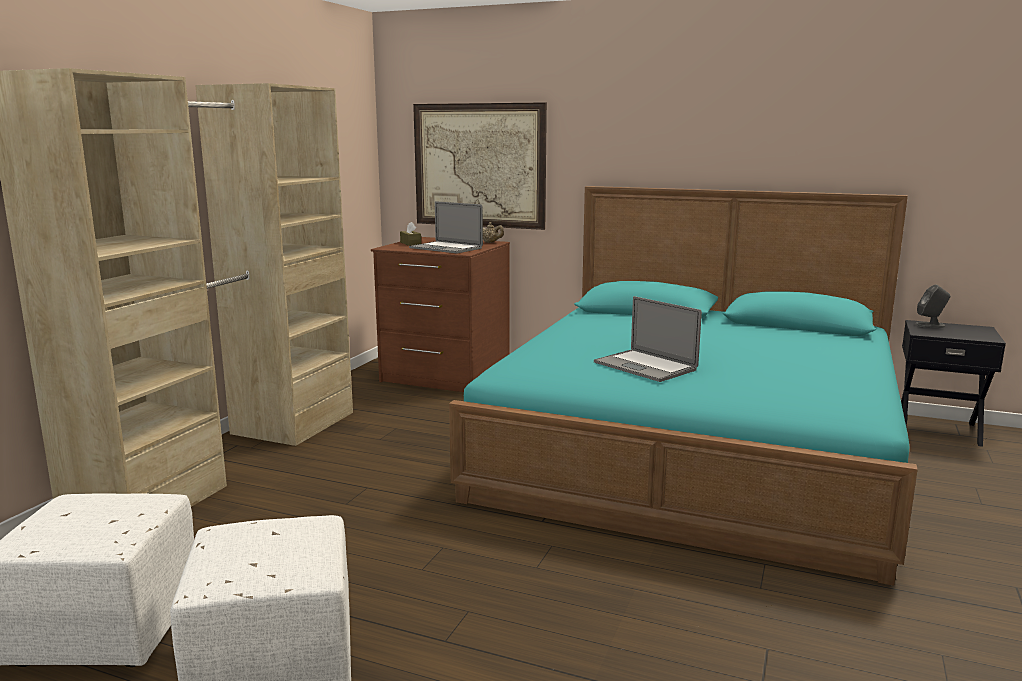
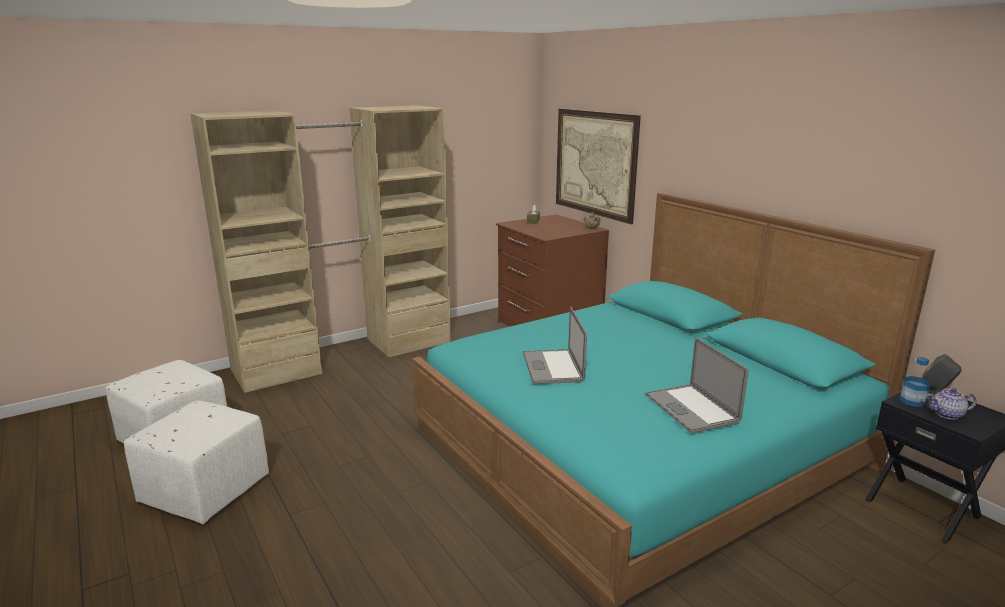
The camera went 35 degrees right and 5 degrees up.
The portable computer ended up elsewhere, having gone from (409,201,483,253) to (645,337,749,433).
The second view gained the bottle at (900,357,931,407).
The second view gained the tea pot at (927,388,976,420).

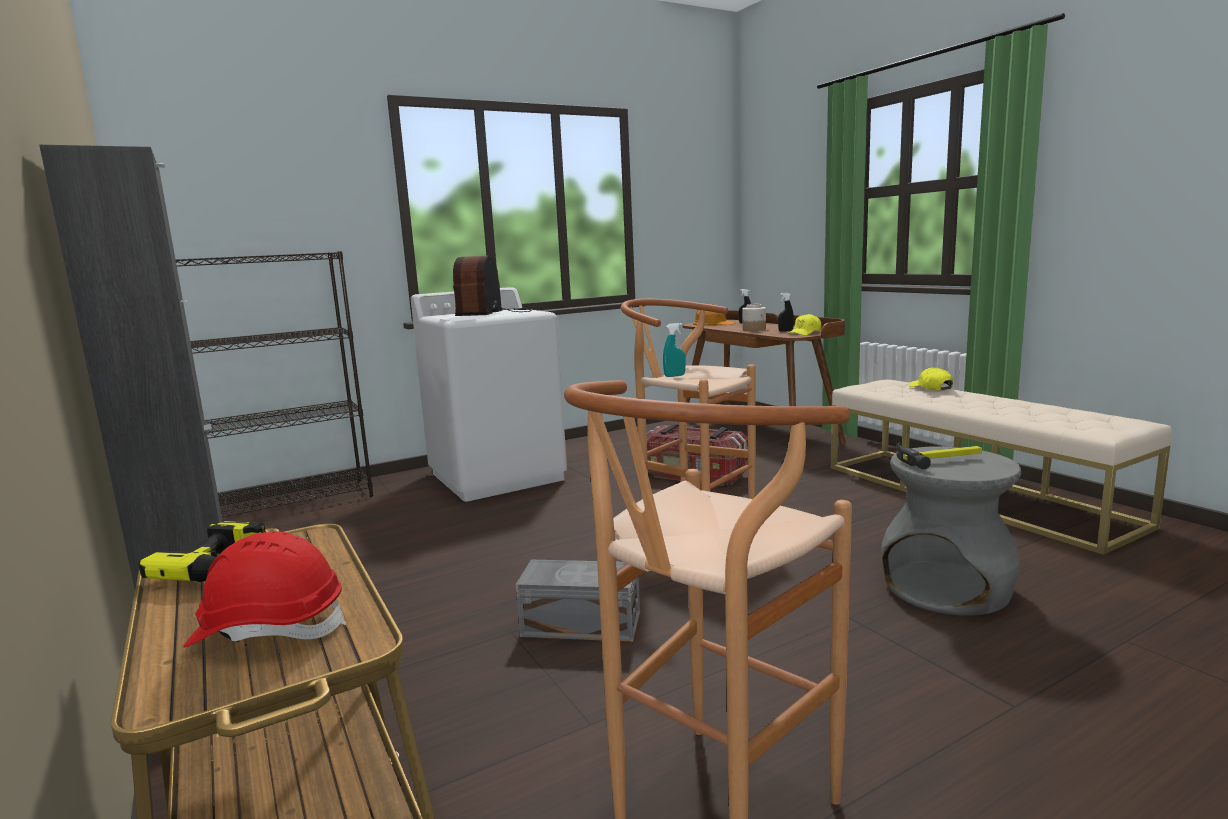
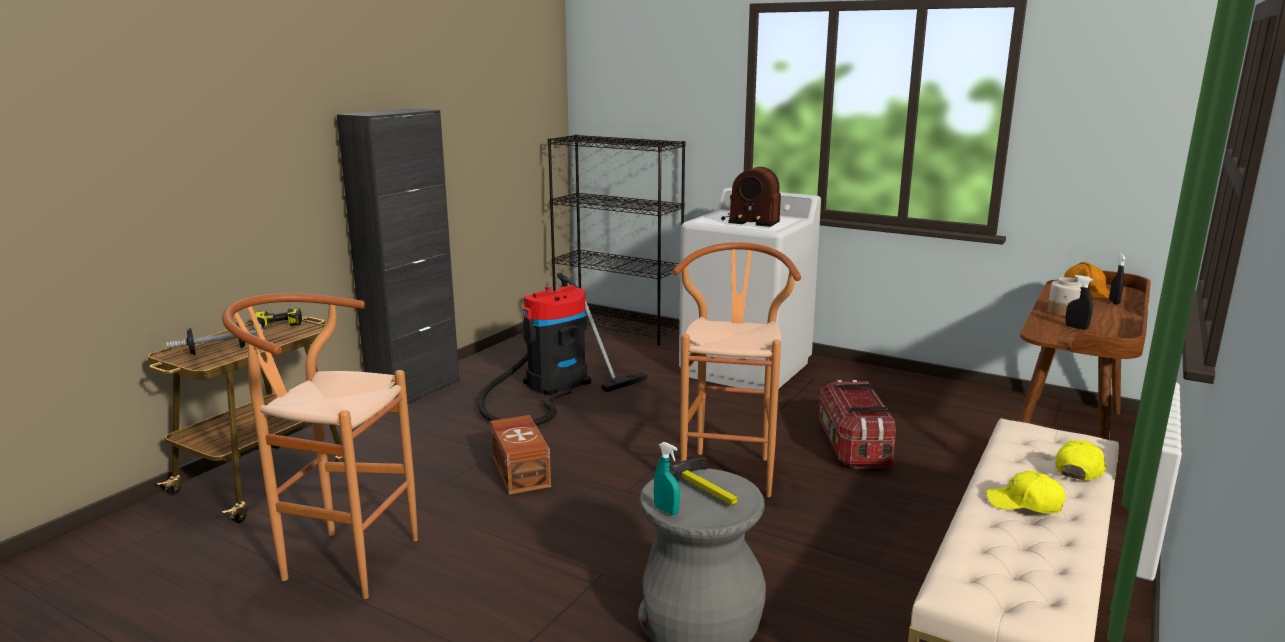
The camera went 60 degrees right and 5 degrees up.
Where the red hard hat stood at (183,531,347,647), the free weight came to stand at (166,323,264,355).
The radio set at (453,256,532,316) ended up facing another way, 135 degrees counterclockwise from before.
What was the grey storage bin at (516,560,640,642) turned into the brown storage bin at (490,415,551,494).
The turquoise sprayer ended up elsewhere, having gone from (663,323,686,377) to (654,442,680,515).
The yellowish peaked cap ended up elsewhere, having gone from (788,314,821,336) to (986,471,1065,514).
The second view gained the vacuum cleaner at (478,273,647,425).

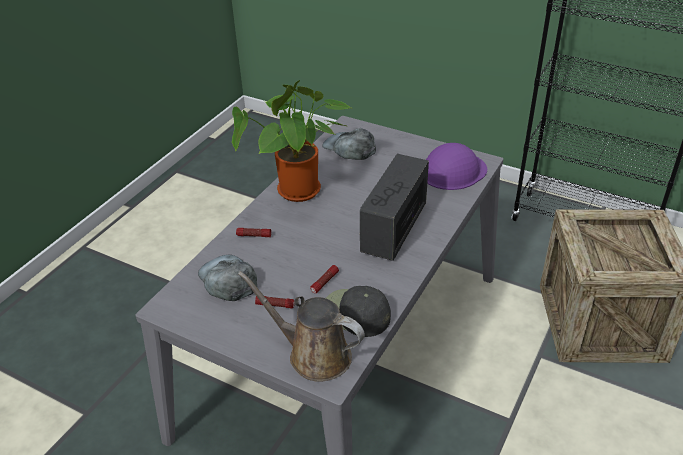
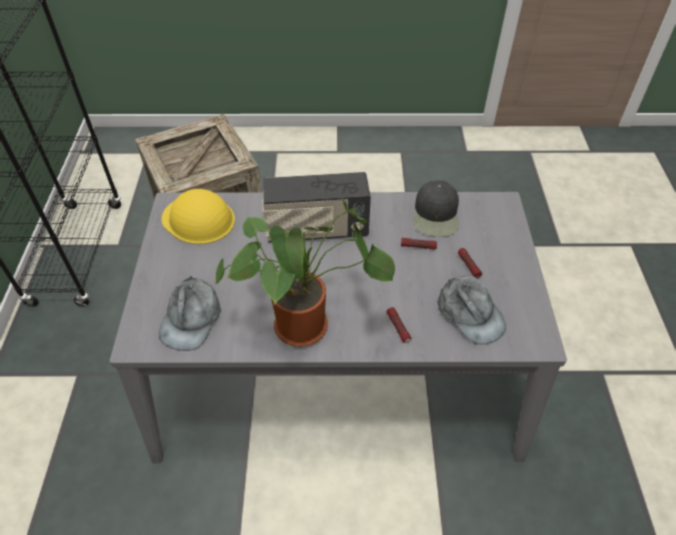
The camera went 120 degrees left and 10 degrees up.
The grey peaked cap at (198,255,257,301) ended up facing another way, 60 degrees counterclockwise from before.
The second view lost the brown watering can at (238,271,365,382).
What was the purple-coloured hard hat at (426,143,487,190) turned into the yellowish hard hat at (162,189,235,244).

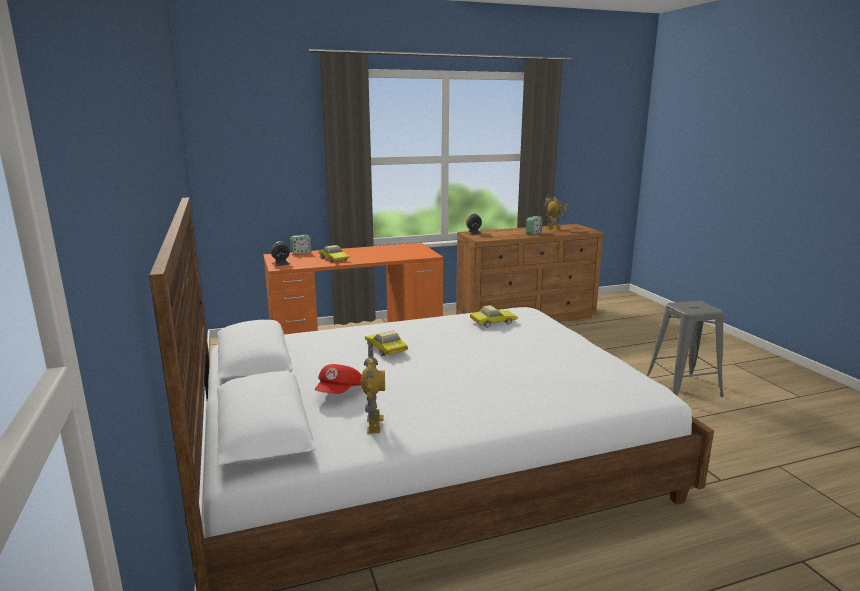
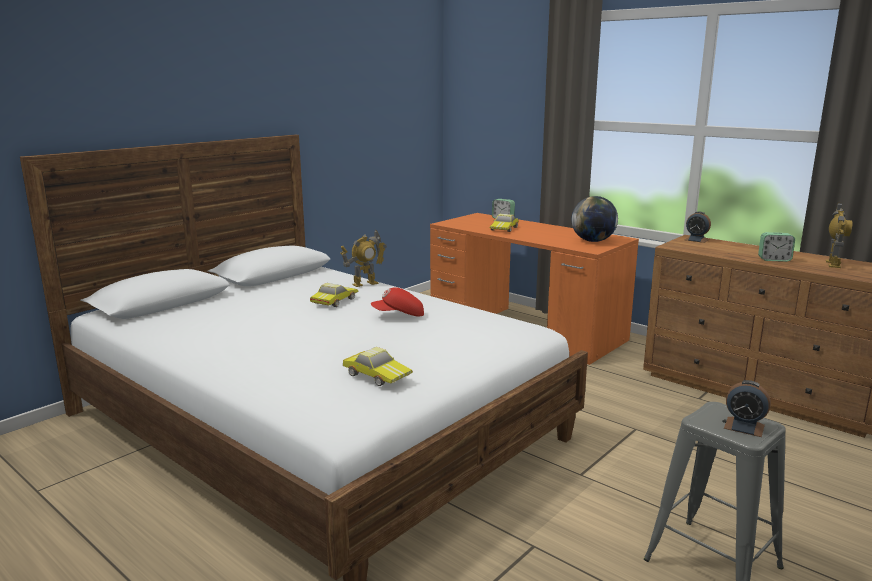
The camera went 60 degrees right and 0 degrees up.
The table clock ended up elsewhere, having gone from (271,241,290,266) to (724,380,771,437).
The red peaked cap ended up elsewhere, having gone from (315,364,361,394) to (371,287,424,317).
The model robot ended up elsewhere, having gone from (361,347,385,434) to (340,230,387,287).
The toy car ended up elsewhere, having gone from (470,305,518,328) to (343,347,413,386).
The second view gained the desk globe at (571,196,618,242).

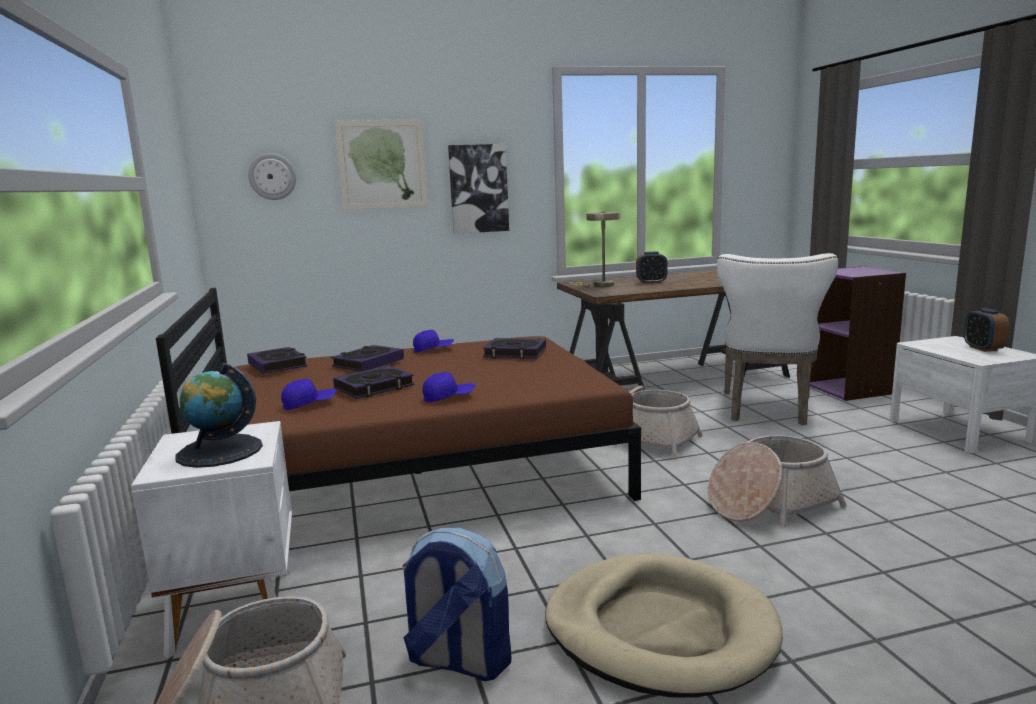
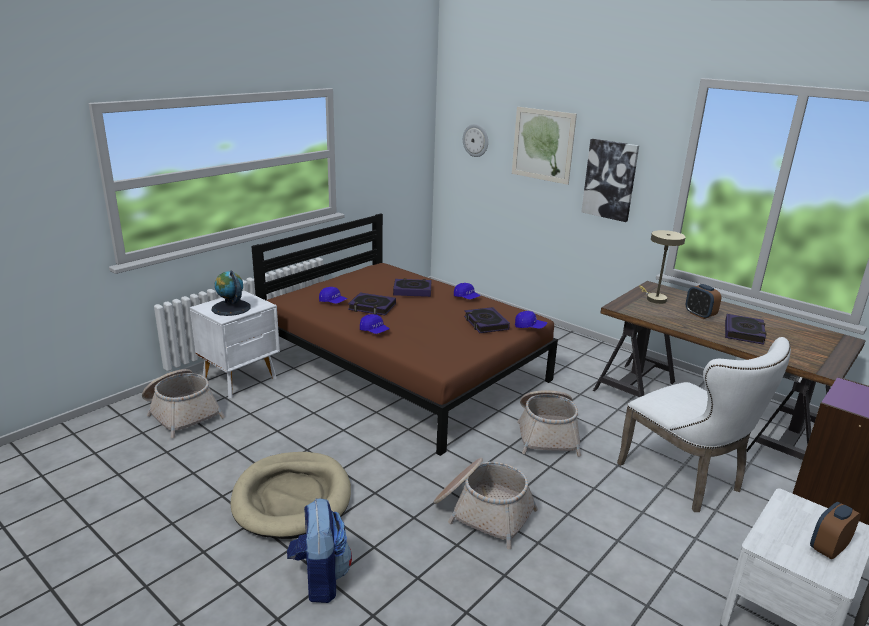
The camera went 55 degrees right and 10 degrees up.
The book ended up elsewhere, having gone from (247,347,308,374) to (725,314,767,345).
The backpack ended up elsewhere, having gone from (403,527,512,681) to (287,499,352,603).
The whitish plain chair at (716,253,838,425) ended up facing another way, 105 degrees counterclockwise from before.
The second view gained the blue-coloured peaked cap at (515,311,547,329).

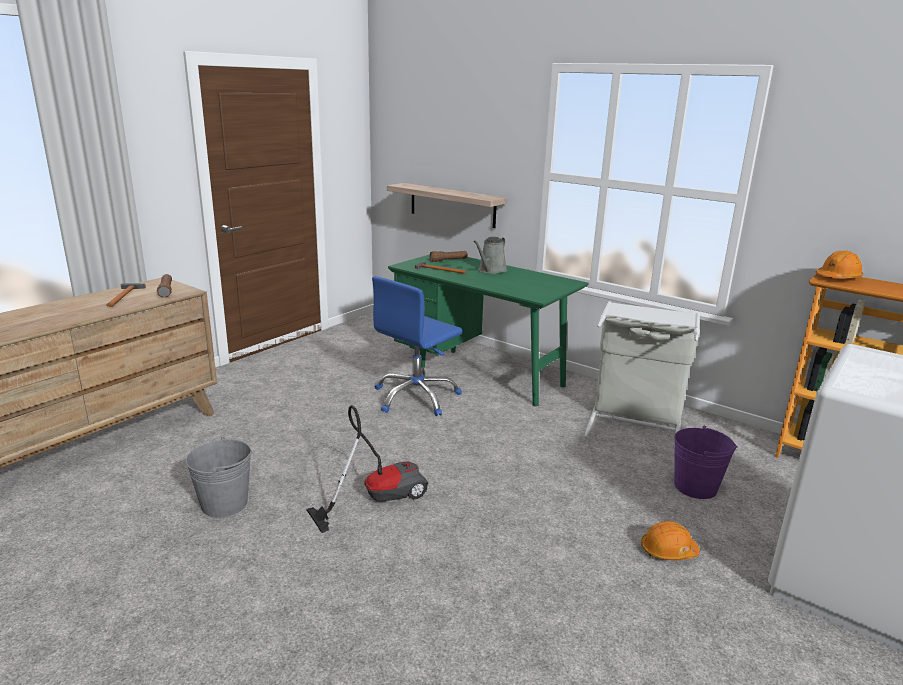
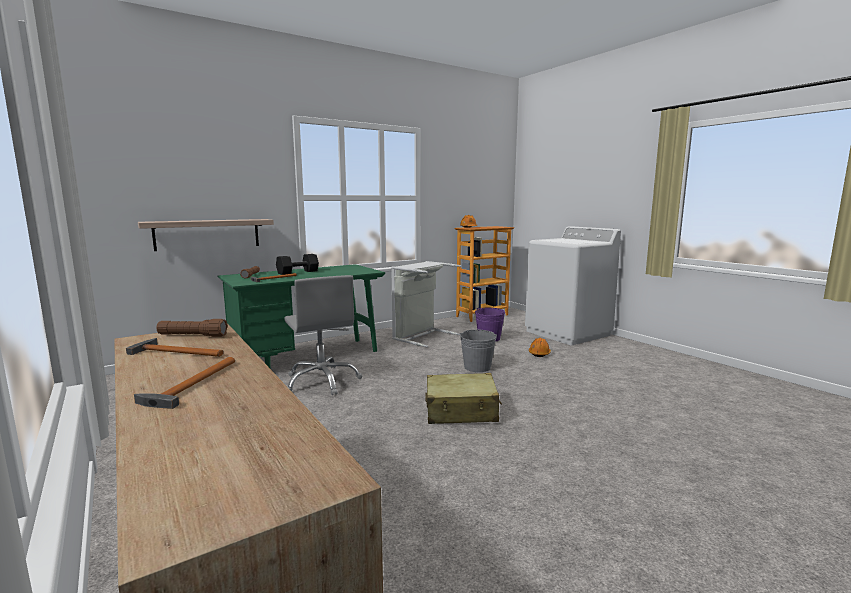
The camera went 70 degrees left and 10 degrees down.
The grey bucket ended up elsewhere, having gone from (186,437,253,517) to (460,329,497,372).
Where the vacuum cleaner stood at (306,405,428,533), the beige-coloured travel case came to stand at (426,373,502,424).
What was the blue-coloured office chair at (372,276,462,416) turned into the grey office chair at (284,275,362,395).
Where the grey watering can stood at (473,237,507,274), the black free weight came to stand at (276,254,319,275).
The second view gained the hand hammer at (134,357,235,409).

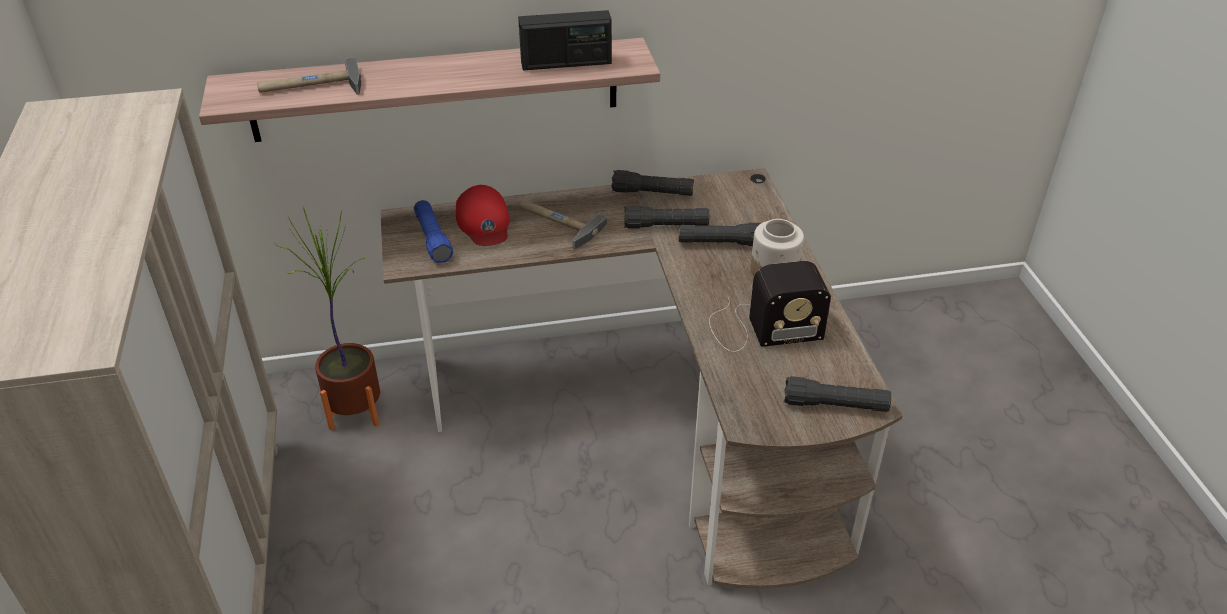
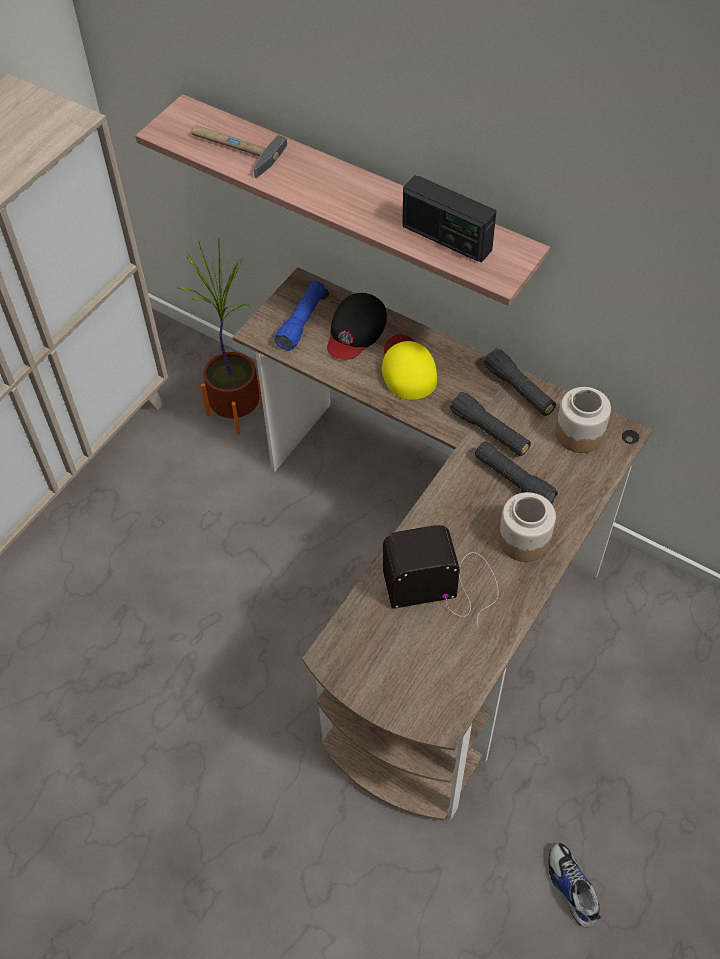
The camera went 45 degrees right and 15 degrees up.
What was the red peaked cap at (456,185,510,246) turned into the black peaked cap at (327,293,387,360).
Where the hand hammer stood at (520,200,607,250), the yellowish peaked cap came to stand at (382,334,437,400).
The radio set at (709,261,831,352) ended up facing another way, 135 degrees clockwise from before.
The second view lost the black hand torch at (784,376,891,412).
The second view gained the low shoe at (548,843,601,927).
The second view gained the preserve jar at (555,387,611,453).

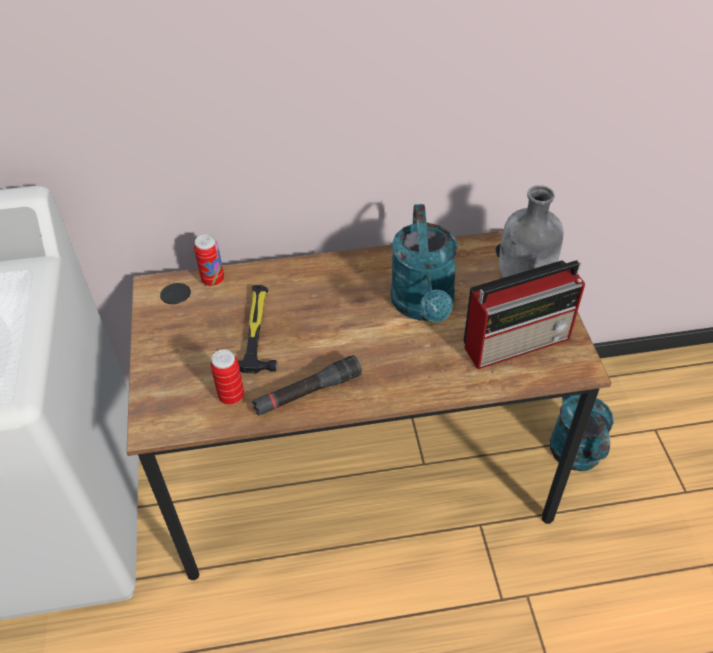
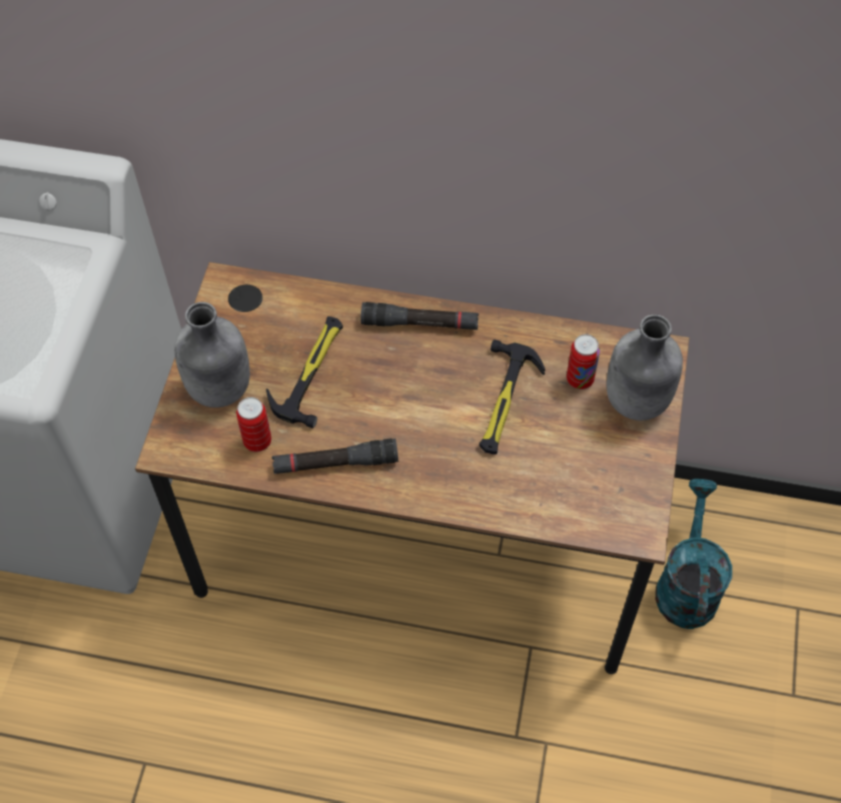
The camera went 20 degrees right and 10 degrees up.
The metal can ended up elsewhere, having gone from (194,234,224,287) to (566,334,600,390).
Where the turquoise watering can stood at (391,204,458,322), the hand hammer came to stand at (479,340,545,454).
The second view lost the radio set at (464,260,585,369).
The second view gained the grey bottle at (174,302,250,408).
The second view gained the black hand torch at (361,302,479,330).

